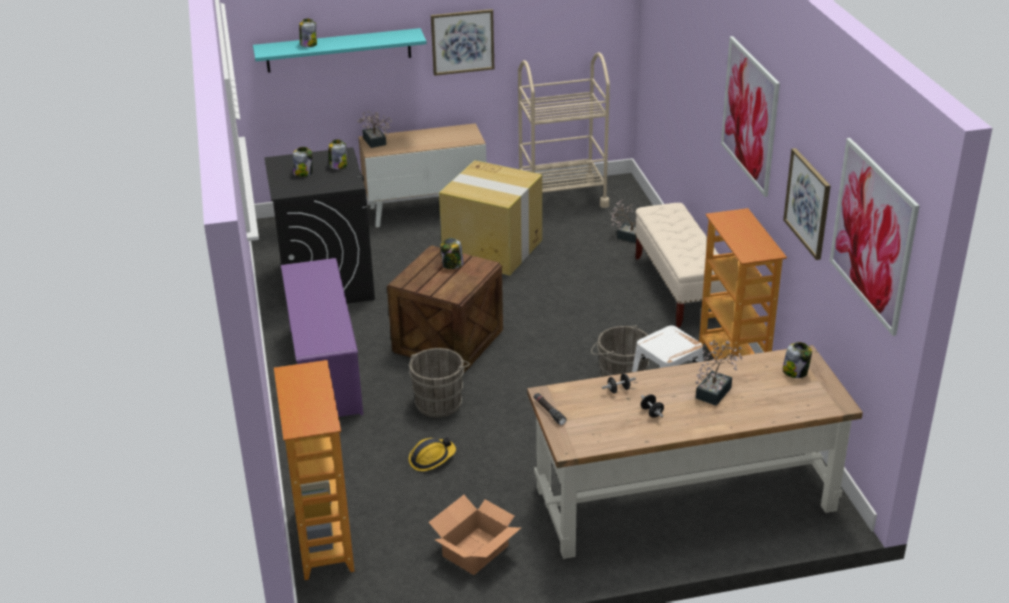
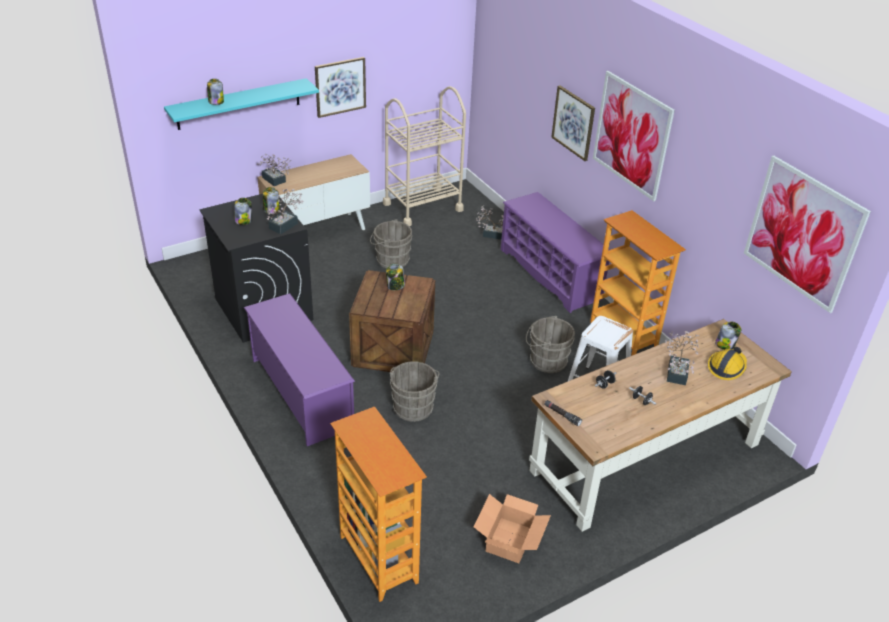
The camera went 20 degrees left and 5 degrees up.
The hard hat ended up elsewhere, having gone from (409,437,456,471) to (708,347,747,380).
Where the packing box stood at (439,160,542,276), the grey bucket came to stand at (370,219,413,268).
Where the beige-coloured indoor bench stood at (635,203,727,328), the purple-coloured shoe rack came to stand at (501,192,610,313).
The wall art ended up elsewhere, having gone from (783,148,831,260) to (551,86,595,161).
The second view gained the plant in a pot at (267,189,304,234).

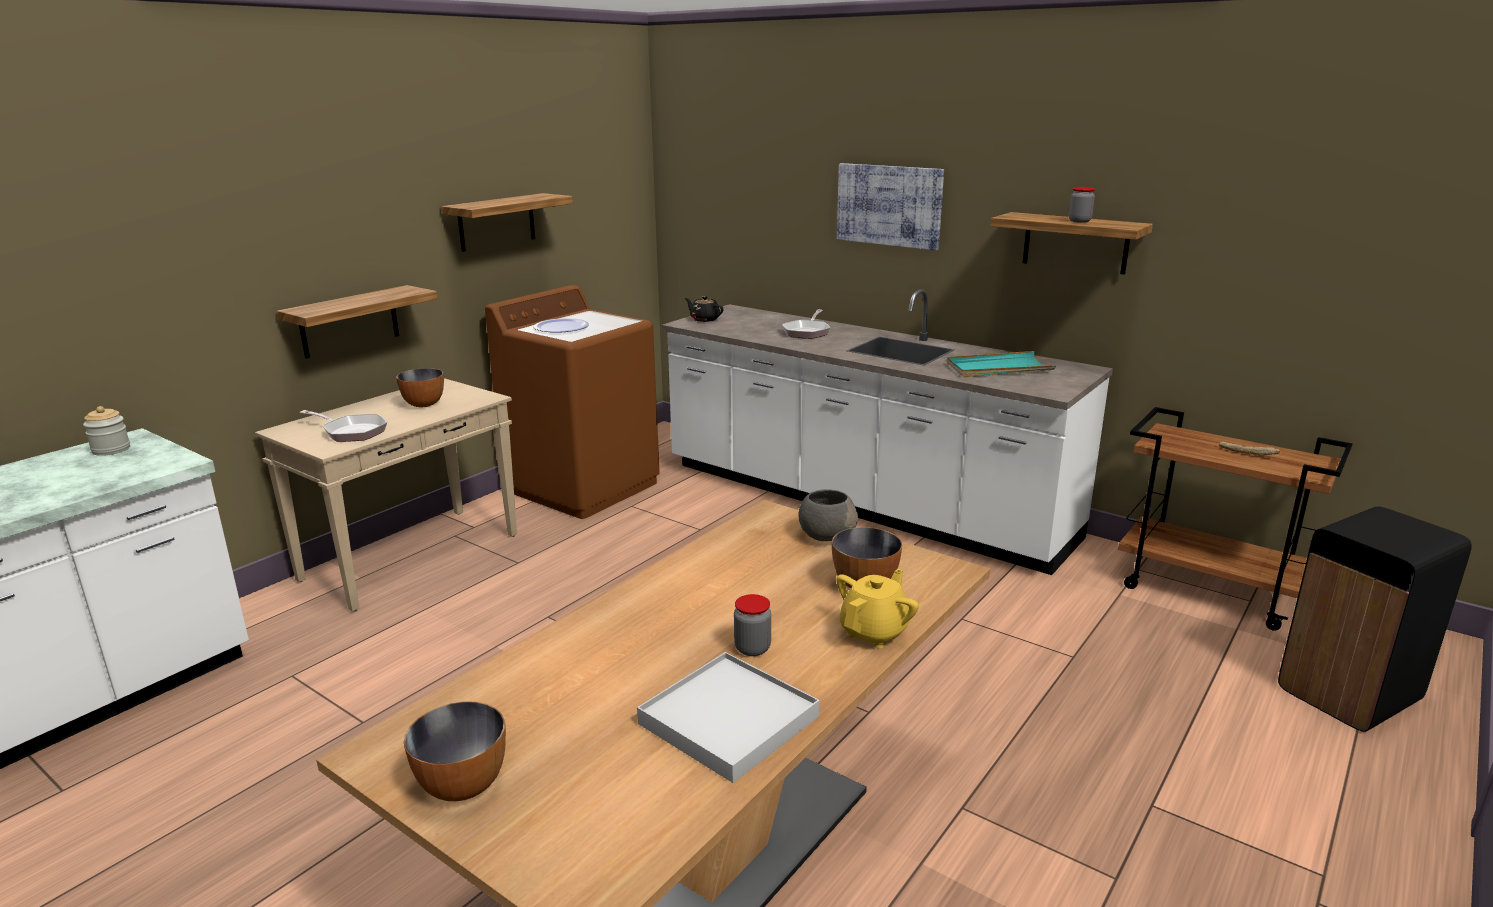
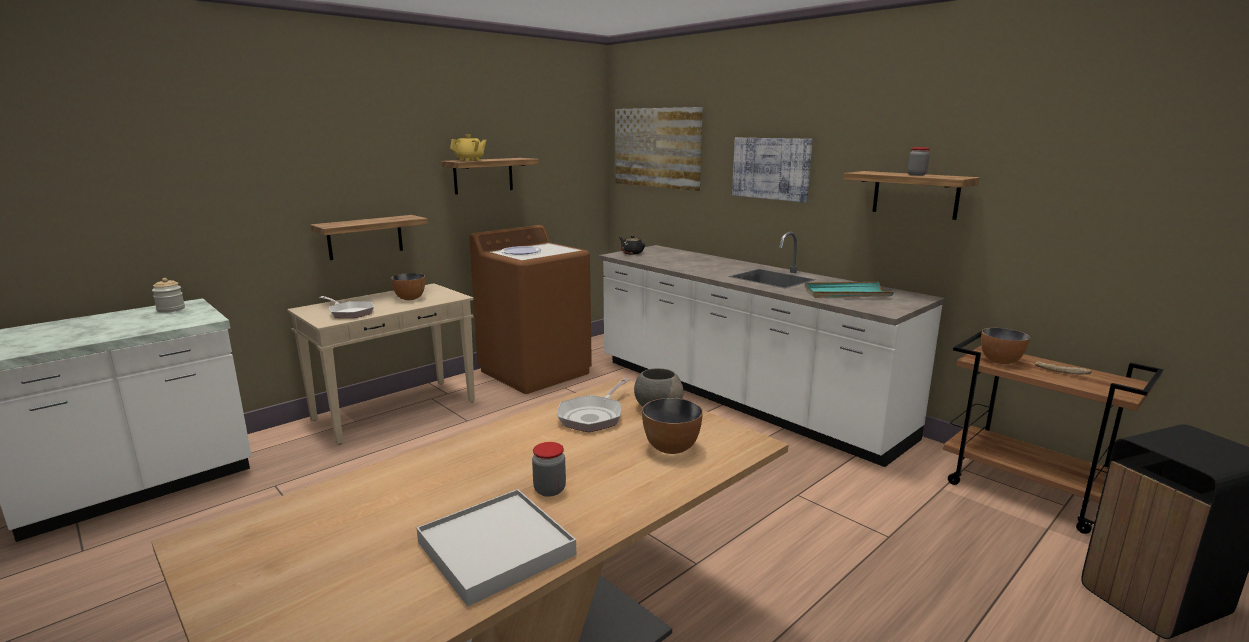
The camera went 10 degrees right and 5 degrees down.
The deep dish ended up elsewhere, having gone from (404,701,506,801) to (981,328,1030,364).
The pan ended up elsewhere, having gone from (782,309,830,339) to (558,378,630,432).
The yellowish tea pot ended up elsewhere, having gone from (837,569,919,648) to (450,135,486,161).
The second view gained the wall art at (615,107,703,191).

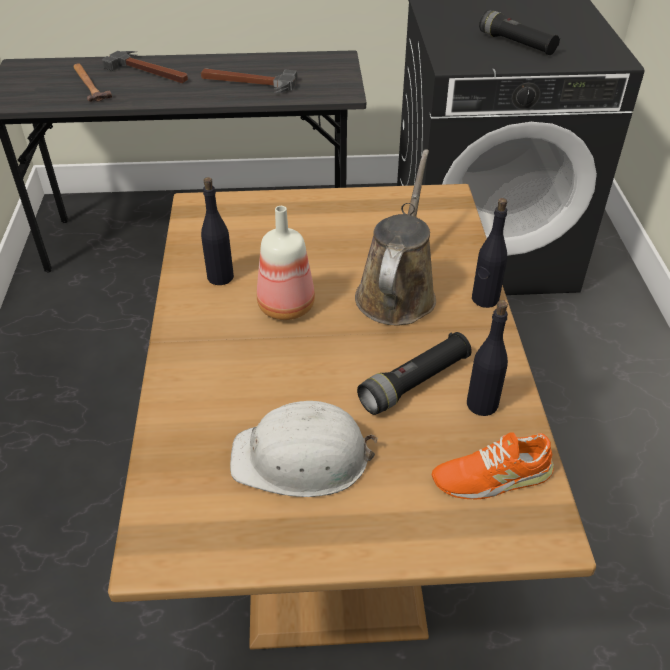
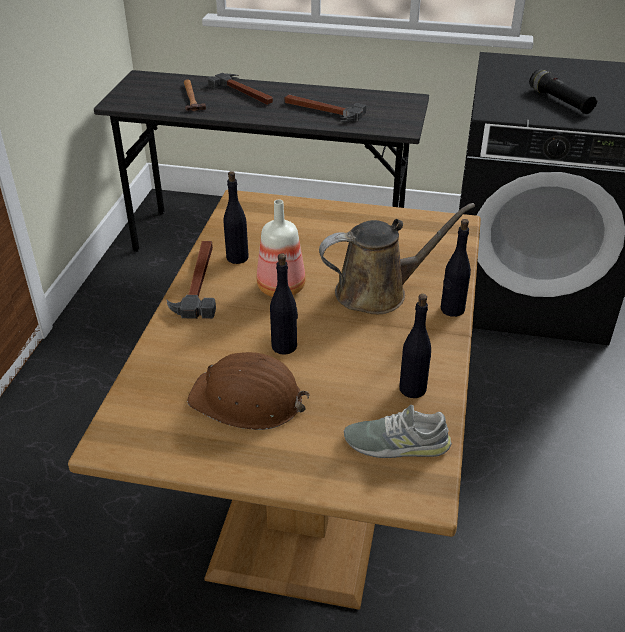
The camera went 15 degrees right and 5 degrees down.
What was the whitish hard hat at (230,401,378,497) turned into the brown hard hat at (187,352,310,430).
The brown watering can at (355,149,436,325) ended up facing another way, 45 degrees clockwise from before.
The second view lost the black hand torch at (357,332,472,415).
What was the orange-coloured low shoe at (432,432,554,499) turned into the grey low shoe at (344,405,452,458).
The second view gained the hand hammer at (166,241,216,319).
The second view gained the black bottle at (270,254,298,355).

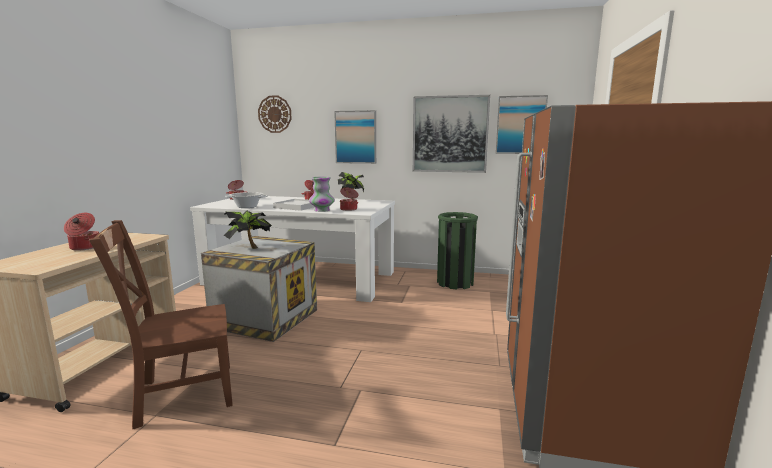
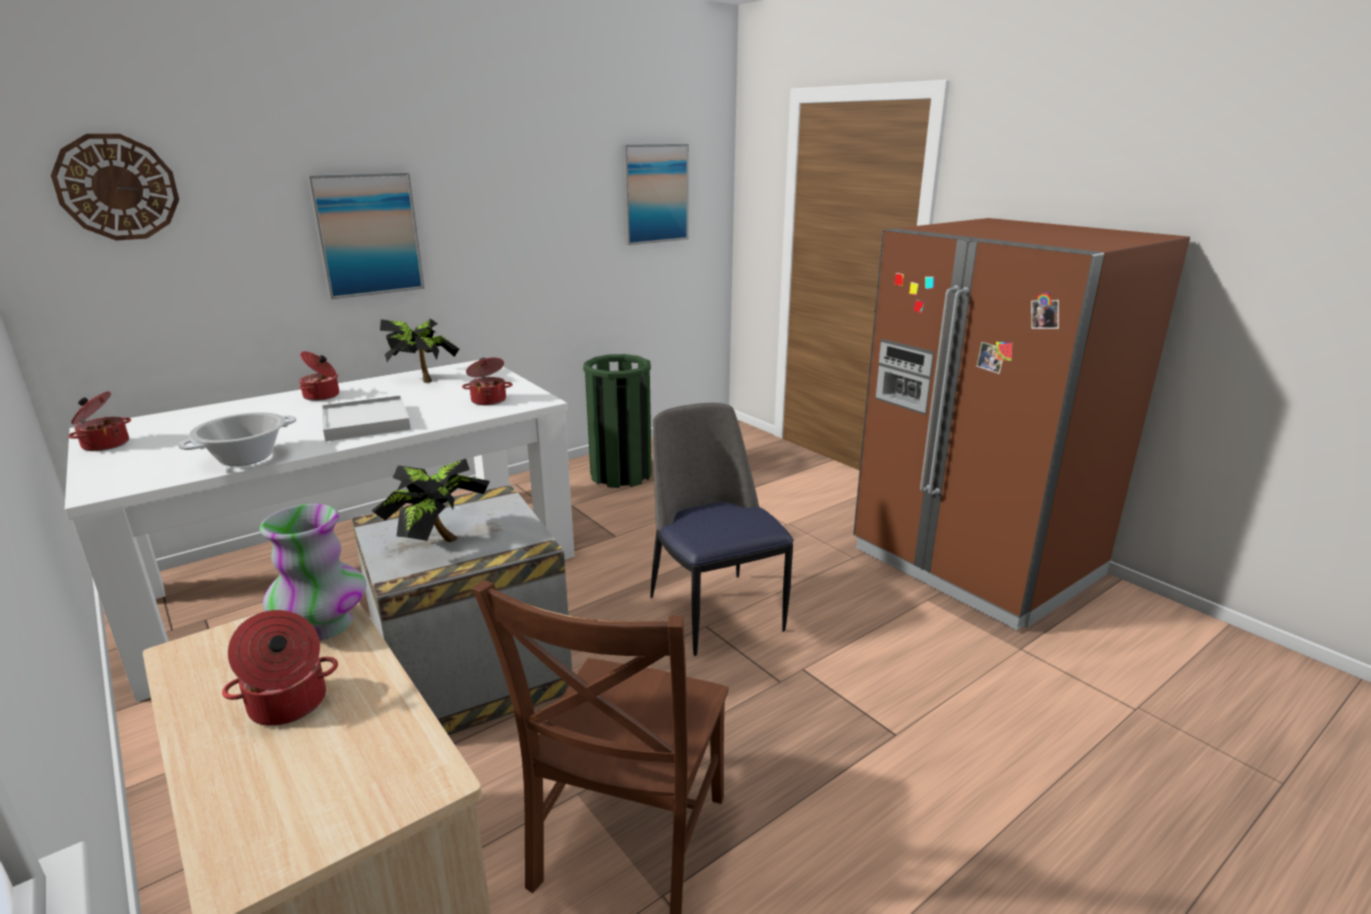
The camera went 50 degrees left and 10 degrees up.
The decorative vase ended up elsewhere, having gone from (309,177,335,212) to (259,504,366,641).
The second view lost the wall art at (413,95,490,173).
The second view gained the plain chair at (650,403,794,656).

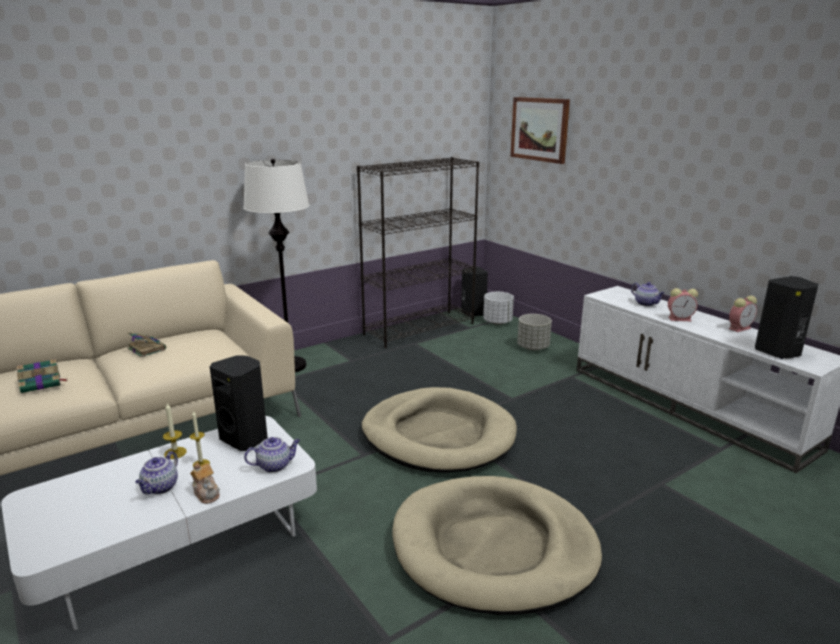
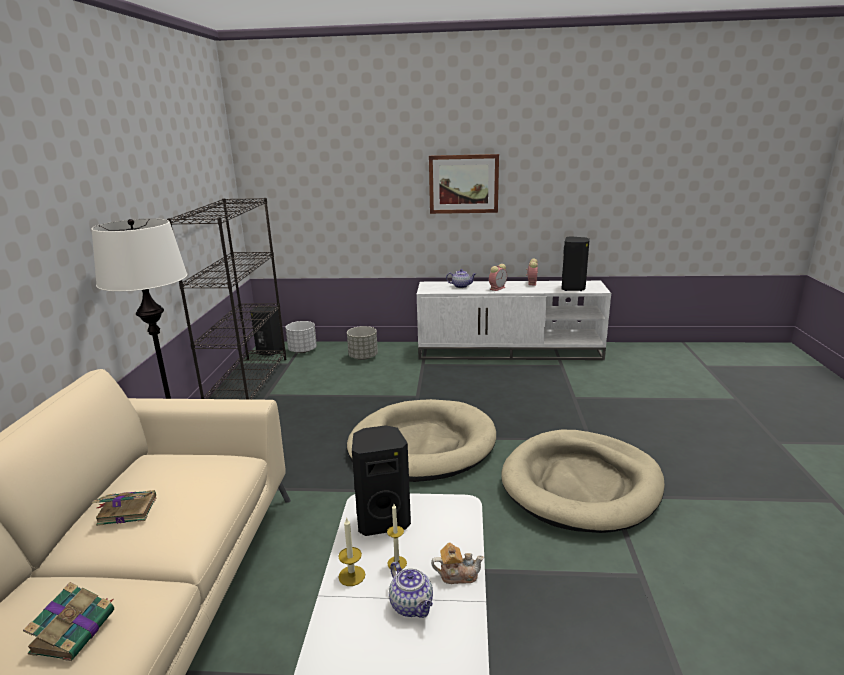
The camera went 50 degrees left and 0 degrees up.
The second view lost the tea pot at (244,437,300,473).
The wall art ended up elsewhere, having gone from (510,97,570,164) to (429,154,499,214).

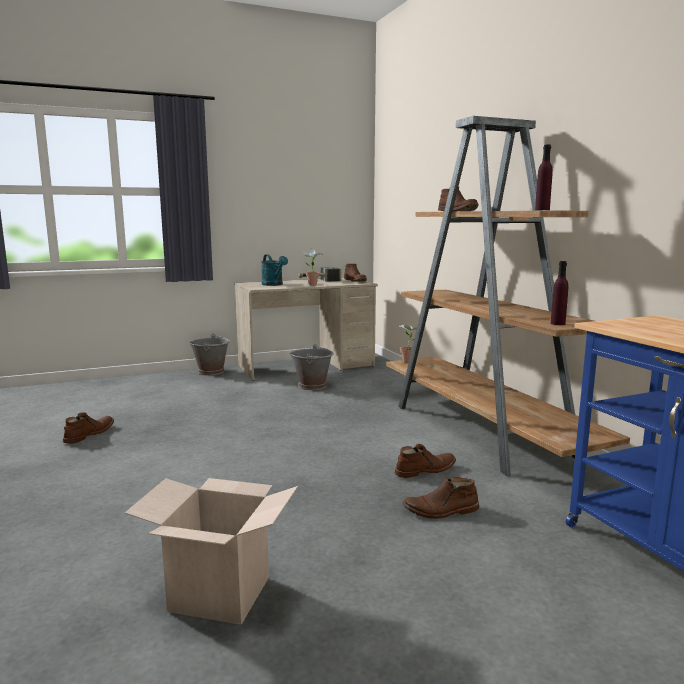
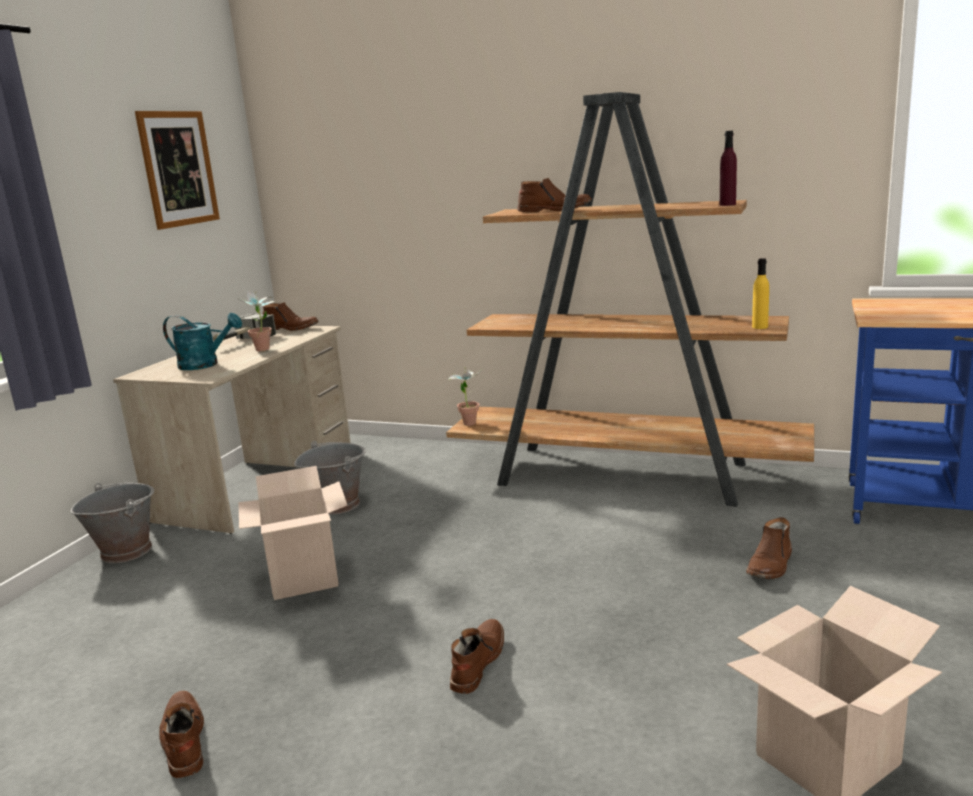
The camera went 45 degrees left and 5 degrees up.
The brown high-top boot ended up elsewhere, having gone from (395,444,456,478) to (450,619,504,694).
What was the purple-coloured bottle at (551,261,568,325) turned into the yellowish bottle at (752,258,769,329).
The second view gained the wall art at (135,111,220,230).
The second view gained the packing box at (238,466,348,600).

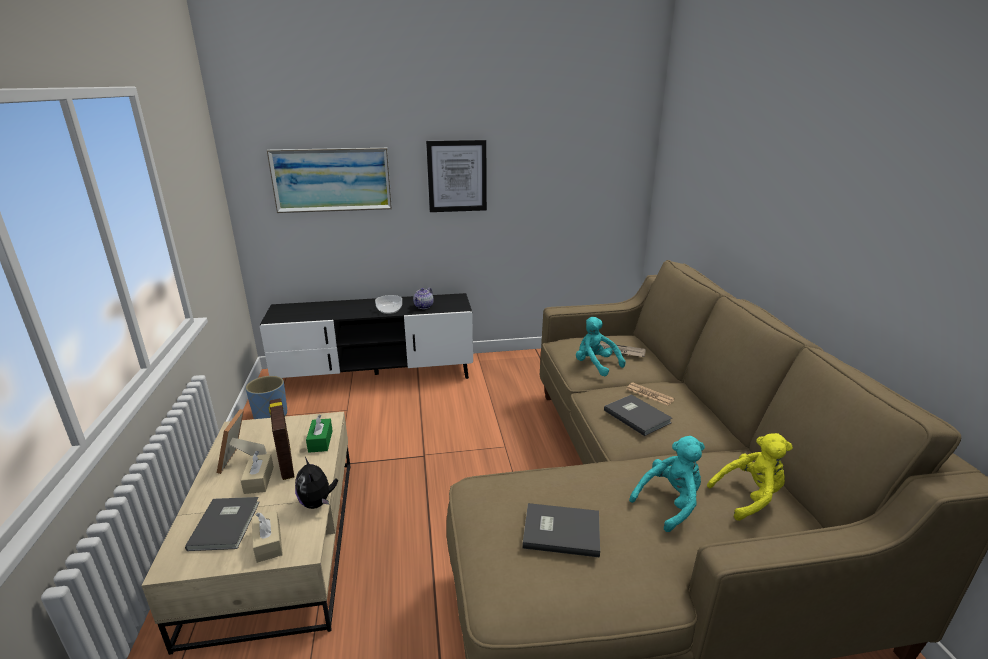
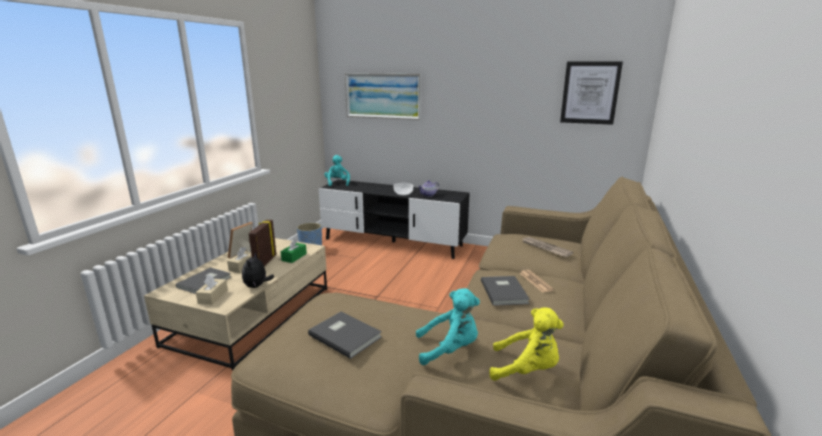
The camera went 30 degrees right and 5 degrees down.
The wall art ended up elsewhere, having gone from (426,140,487,212) to (560,61,623,125).
The turquoise soft toy ended up elsewhere, having gone from (576,317,626,376) to (324,155,350,186).

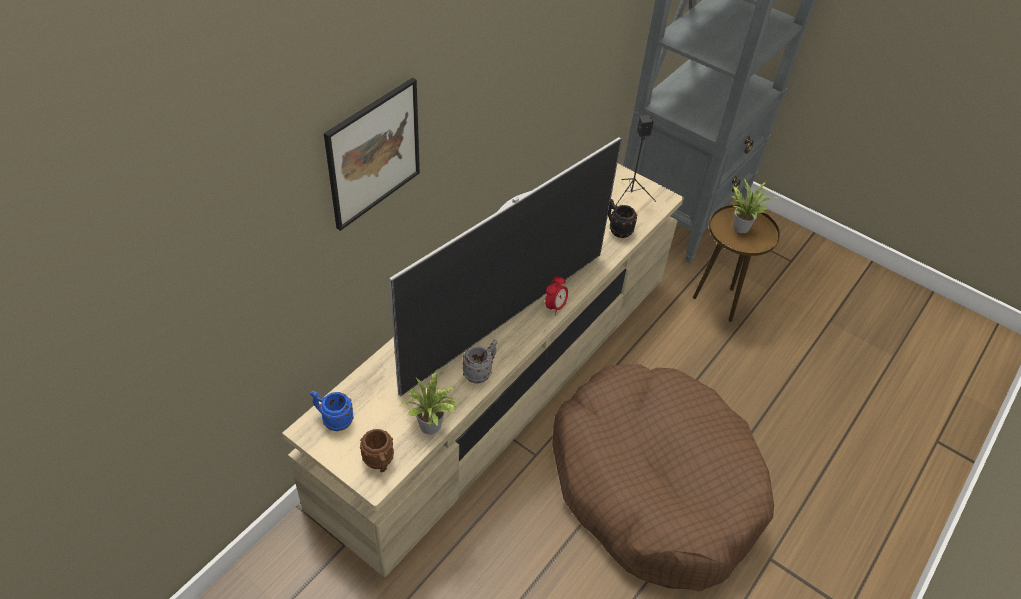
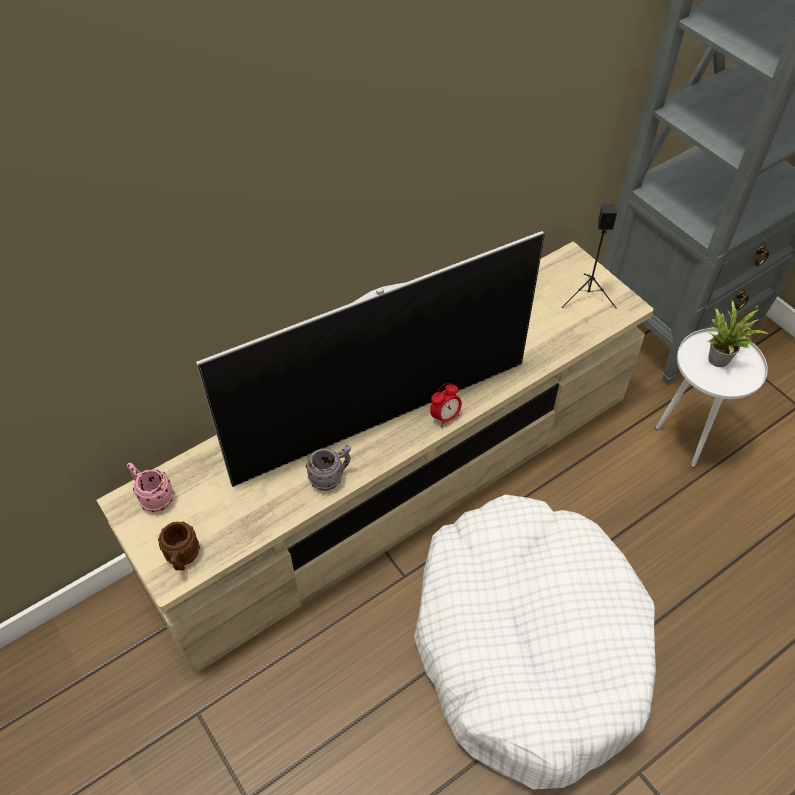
The camera went 20 degrees right and 5 degrees up.
What was the blue-coloured mug at (310,391,354,431) turned into the pinkish mug at (127,463,174,512).
The second view lost the wall art at (324,77,420,231).
The second view lost the plant in a pot at (398,370,460,434).
What was the brown pet bed at (552,364,774,591) turned into the whitish pet bed at (414,495,656,789).
The second view lost the black mug at (608,199,637,238).
What was the brown end table at (693,205,780,322) turned into the whitish end table at (655,328,768,468).

